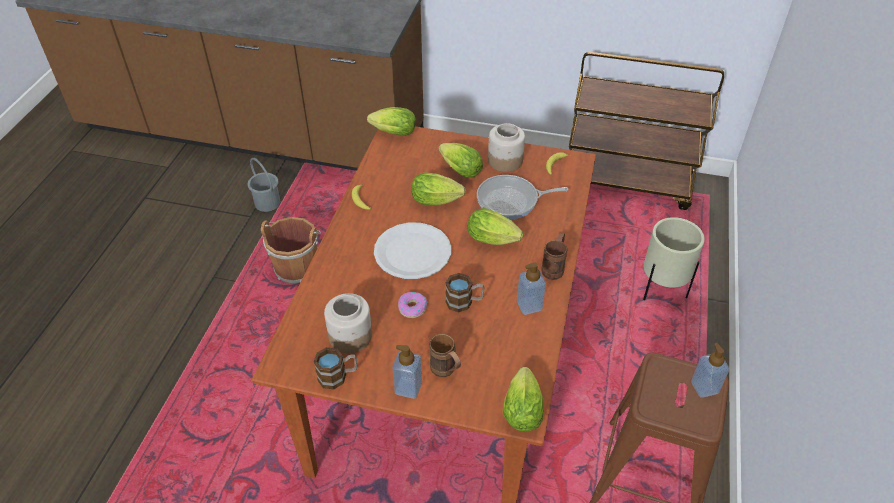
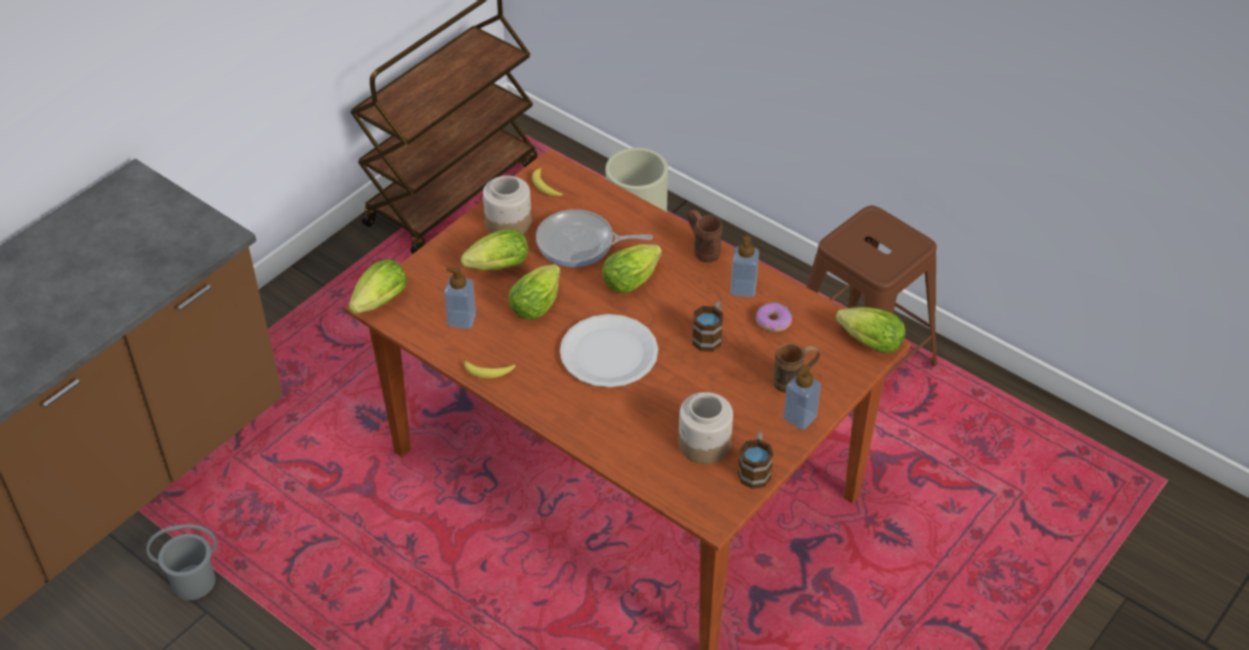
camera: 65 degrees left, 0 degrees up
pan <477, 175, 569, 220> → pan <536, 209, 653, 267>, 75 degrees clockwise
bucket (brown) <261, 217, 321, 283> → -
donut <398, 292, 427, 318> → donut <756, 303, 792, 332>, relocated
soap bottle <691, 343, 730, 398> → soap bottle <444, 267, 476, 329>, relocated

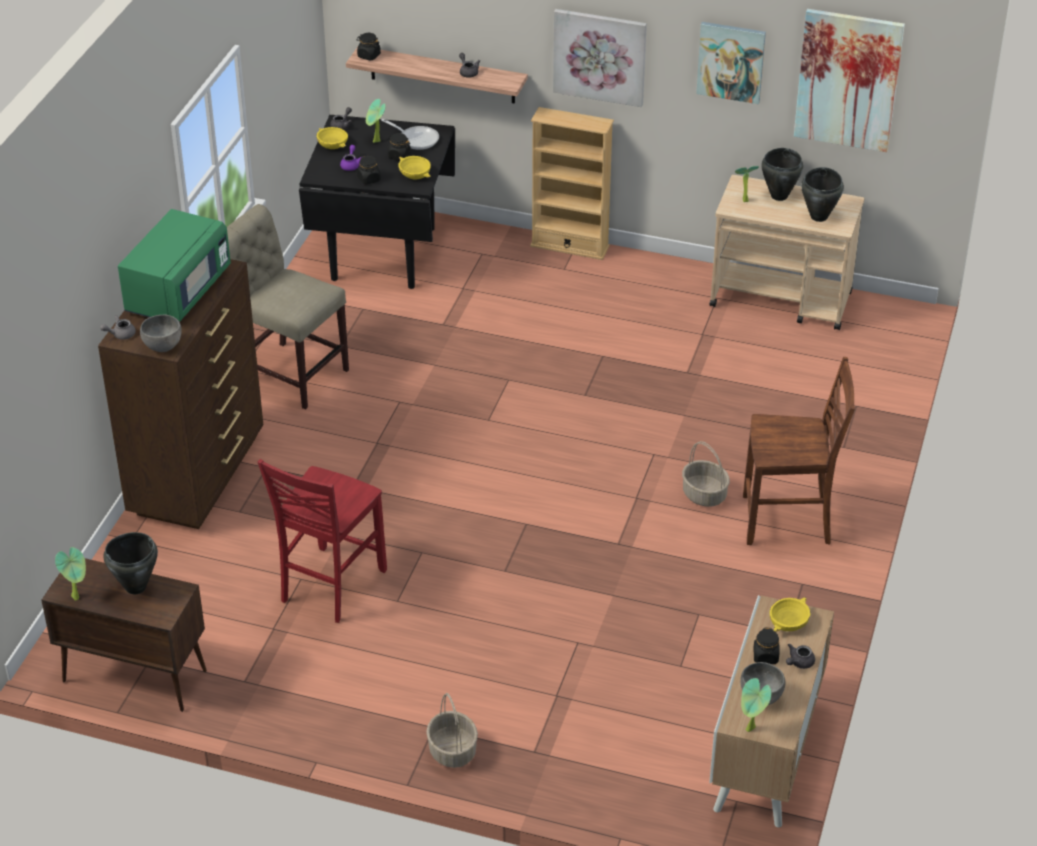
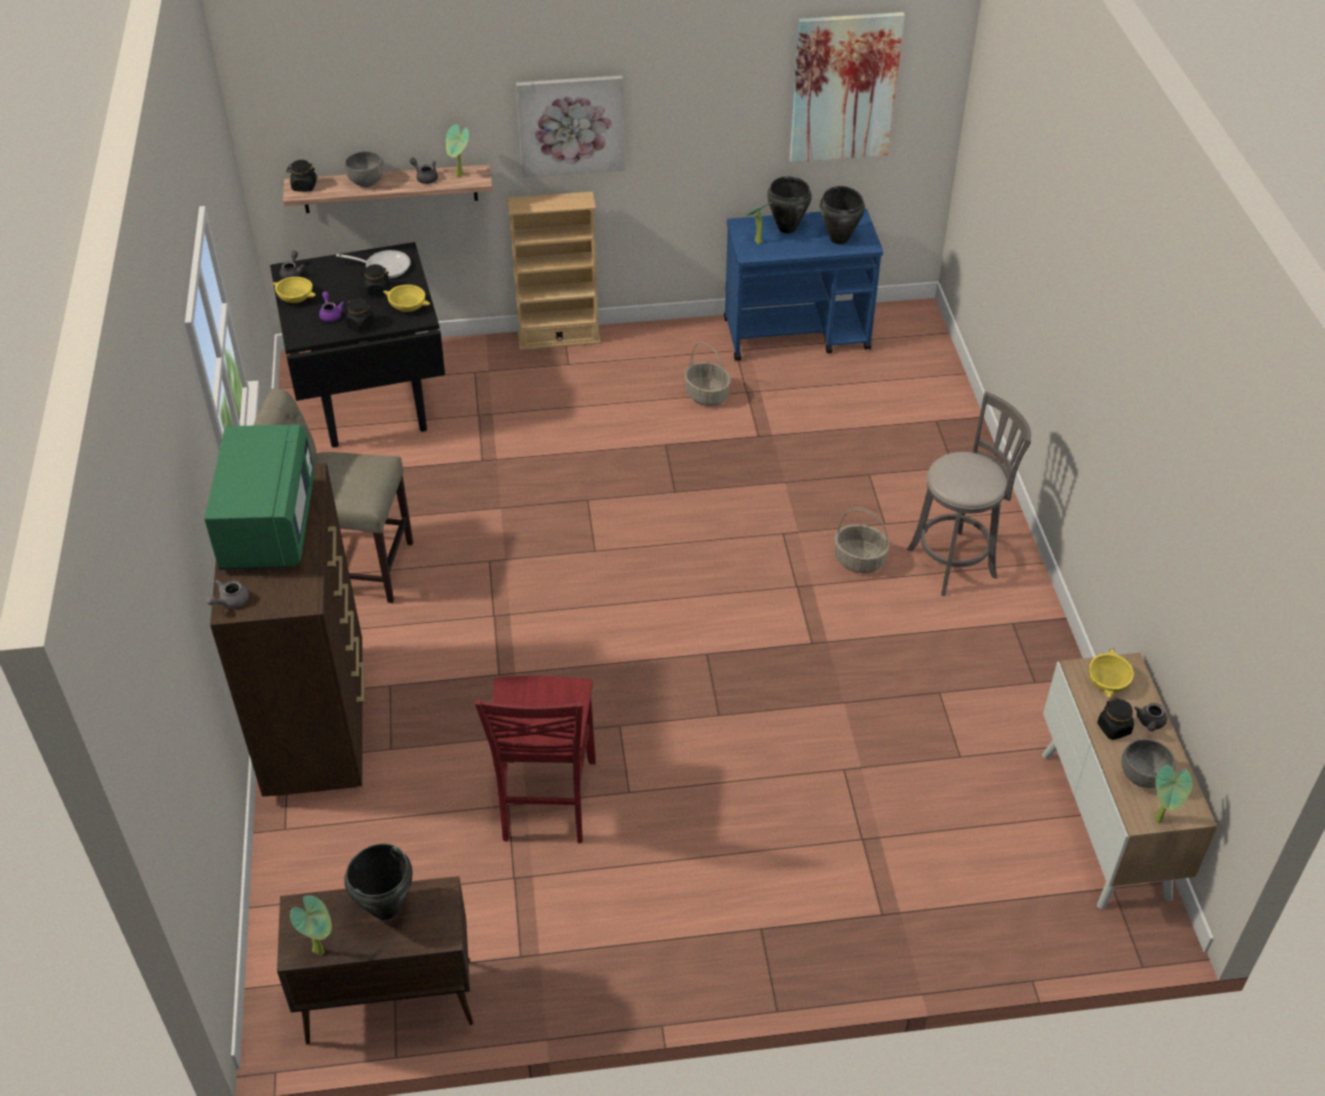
camera: 25 degrees left, 5 degrees up
wall art <696, 22, 766, 104> → -
potted plant <366, 99, 386, 143> → potted plant <446, 124, 469, 177>, relocated
wheeled cart (beige) <710, 175, 864, 330> → wheeled cart (blue-coloured) <724, 208, 883, 361>
deep dish (grey) <140, 314, 182, 352> → deep dish (grey) <345, 151, 384, 187>, relocated
plain chair (brown) <743, 357, 855, 545> → stool (grey) <907, 392, 1031, 596>
basket <426, 693, 478, 768> → basket <684, 342, 731, 406>, relocated

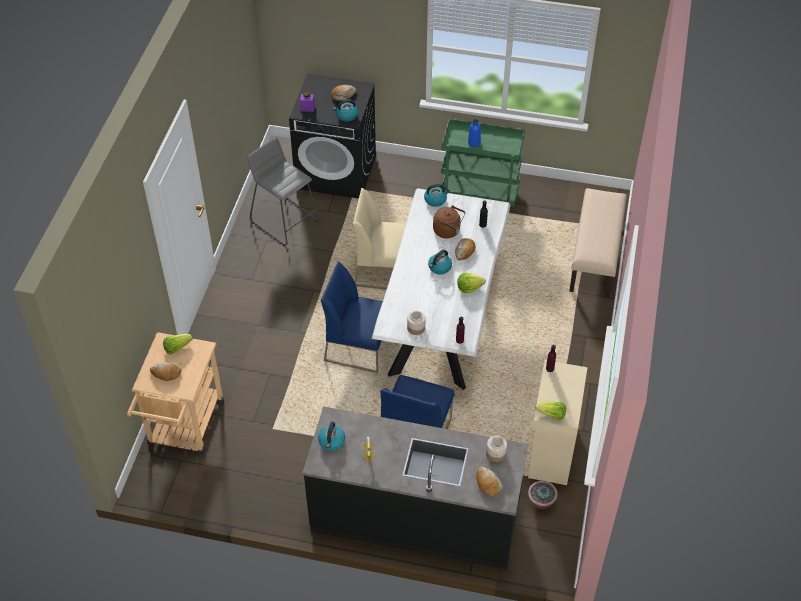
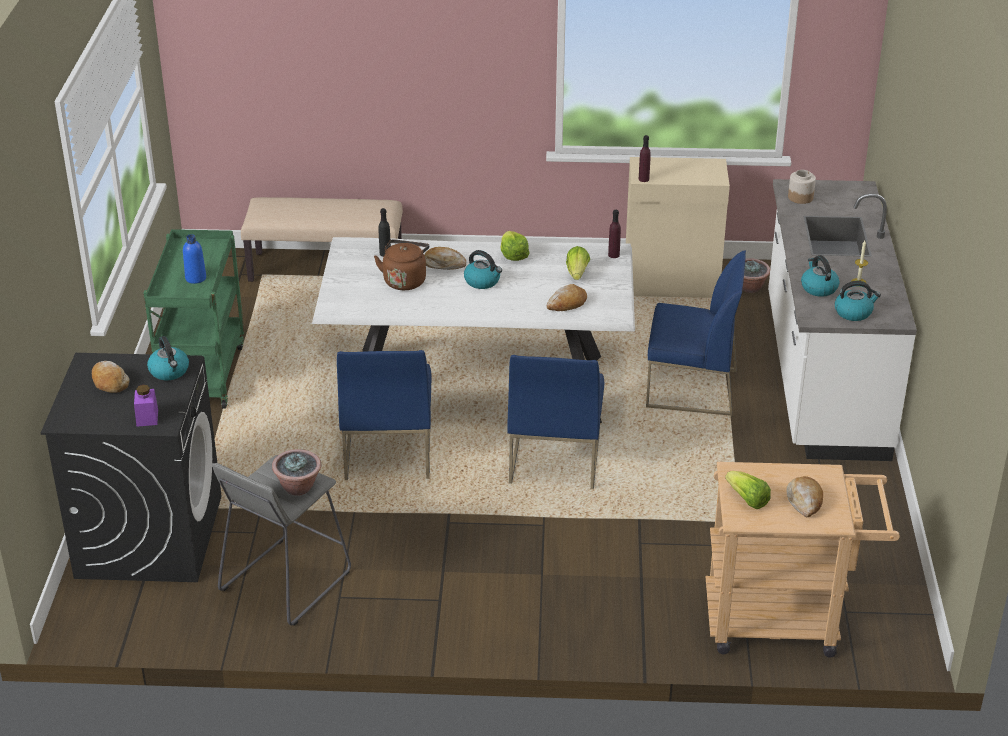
camera: 100 degrees left, 15 degrees down
water kettle <424, 184, 450, 207> → water kettle <801, 255, 839, 297>, relocated
plain chair (beige) <353, 188, 406, 290> → plain chair (blue-coloured) <337, 350, 431, 480>
storage jar <407, 311, 426, 335> → -
head of lettuce <535, 402, 566, 420> → head of lettuce <566, 246, 590, 280>, relocated
counter (black-coloured) <302, 407, 528, 570> → counter (white) <768, 179, 917, 461>
bakery bread <476, 467, 502, 496> → bakery bread <547, 284, 587, 311>, relocated
- → potted plant <272, 449, 321, 496>

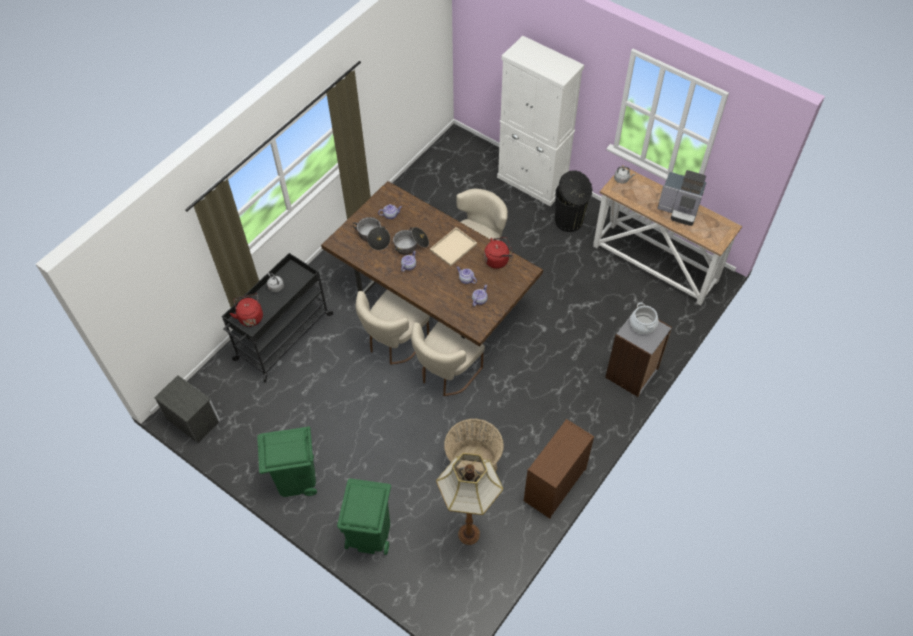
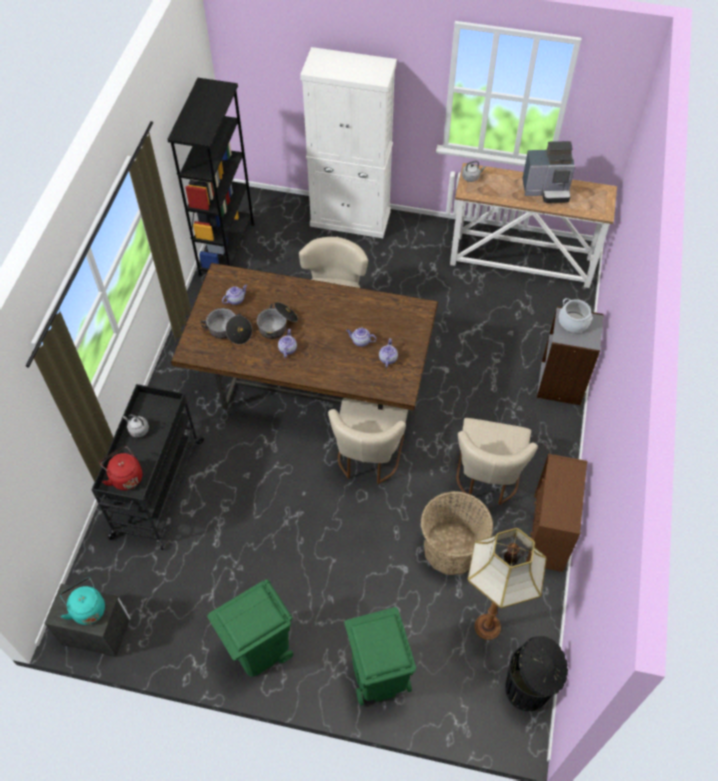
camera: 25 degrees left, 0 degrees up
trash can (black-coloured) <555, 170, 592, 232> → trash can (black-coloured) <505, 636, 568, 711>, relocated
tray (beige) <430, 227, 477, 266> → -
water kettle (reddish) <484, 237, 513, 269> → -
plain chair (beige) <356, 290, 430, 365> → plain chair (beige) <456, 418, 538, 505>, relocated
- → bookshelf (black-coloured) <167, 78, 255, 277>
- → water kettle (turquoise-coloured) <60, 578, 105, 625>

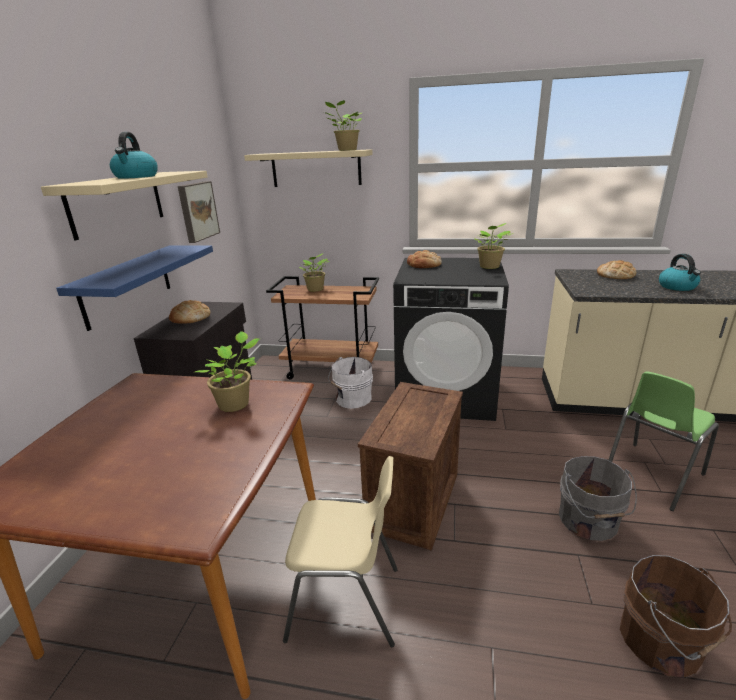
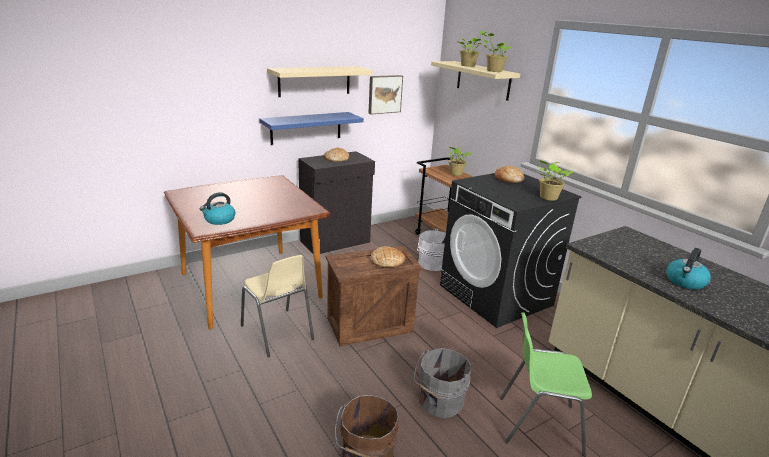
camera: 45 degrees right, 0 degrees up
water kettle <110, 132, 158, 179> → water kettle <200, 192, 235, 225>, relocated
bakery bread <597, 260, 636, 279> → bakery bread <371, 246, 405, 267>, relocated
potted plant <195, 331, 259, 412> → potted plant <456, 31, 486, 67>, relocated

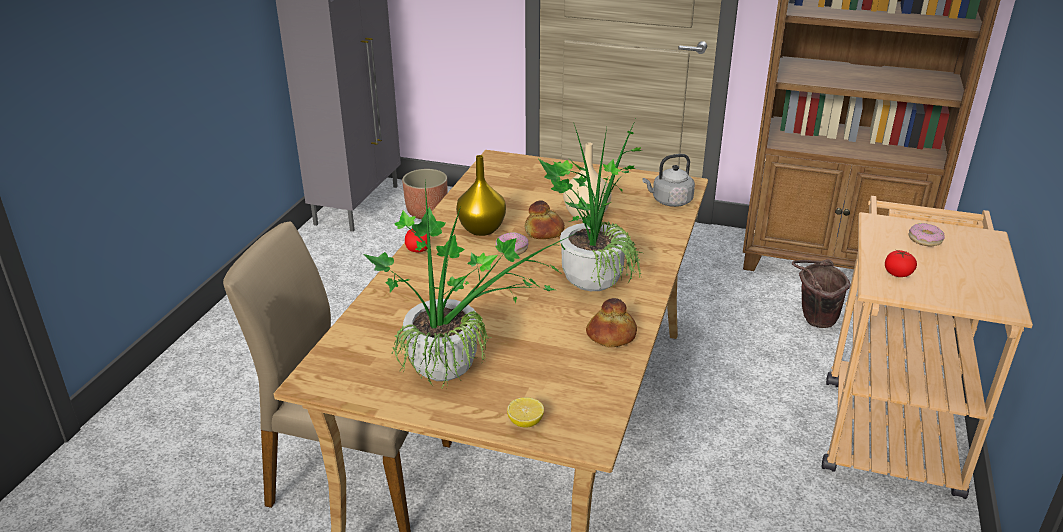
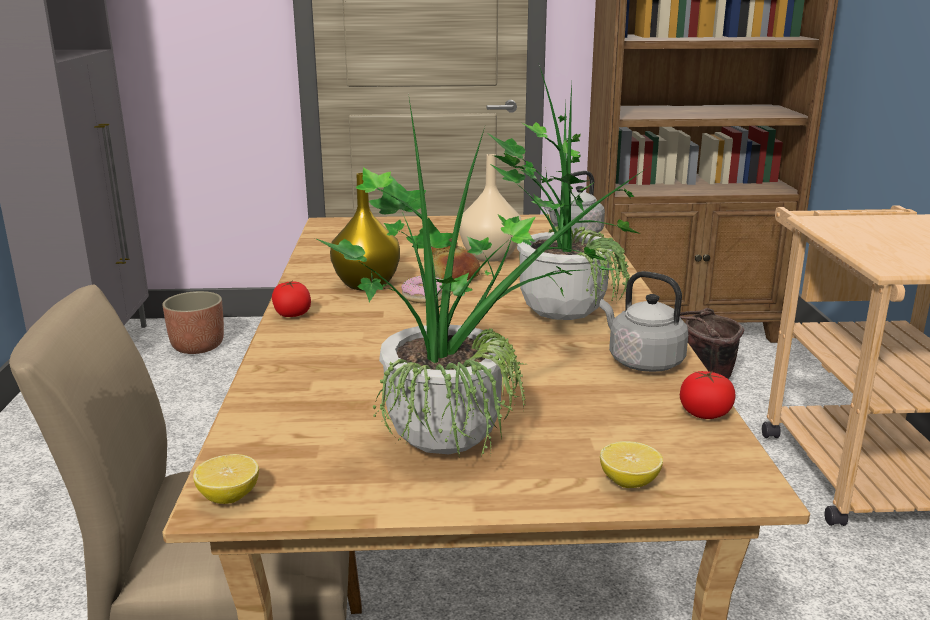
camera: 20 degrees left, 10 degrees down
donut <909, 223, 945, 247> → -
tomato <885, 250, 917, 277> → tomato <680, 371, 736, 419>, relocated
bakery bread <586, 298, 637, 347> → water kettle (grey) <600, 271, 688, 372>
- → citrus fruit <193, 454, 259, 504>

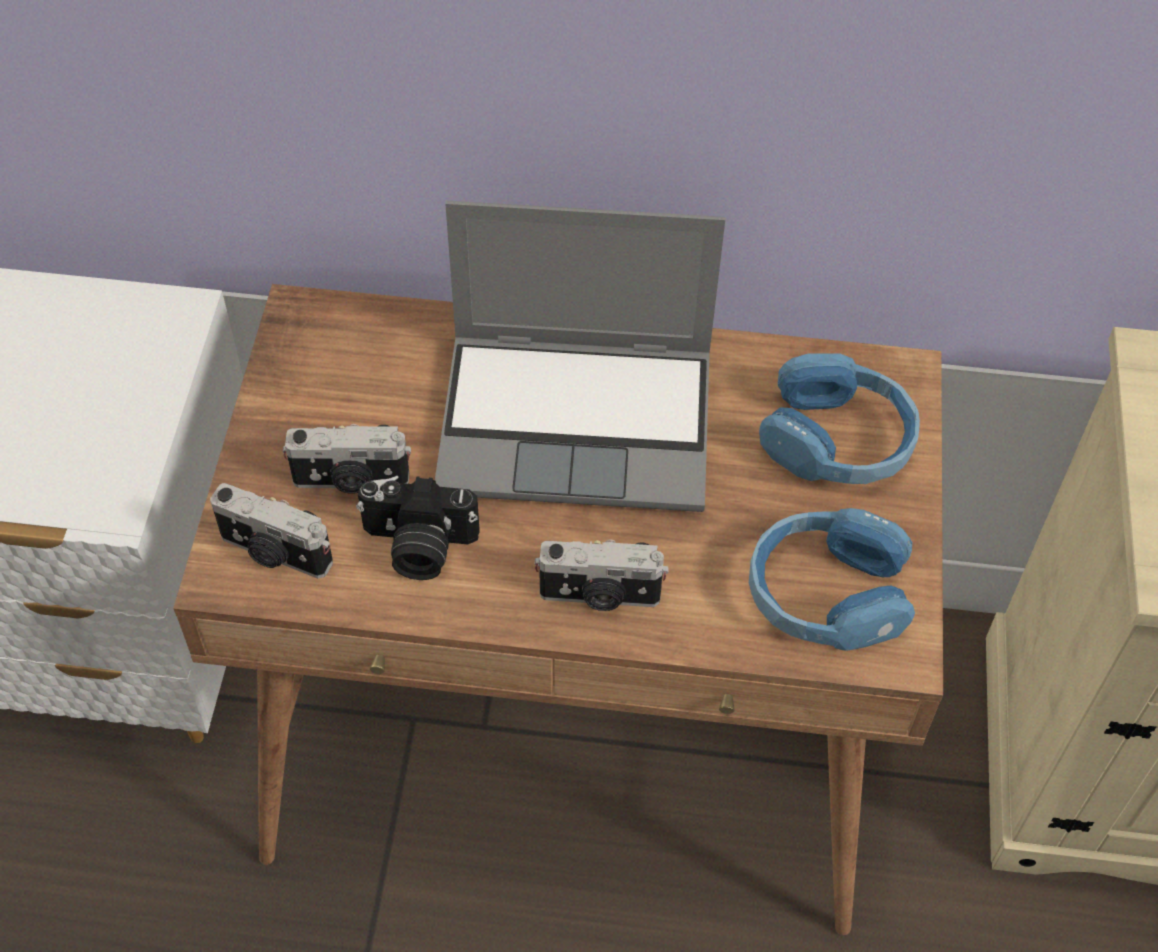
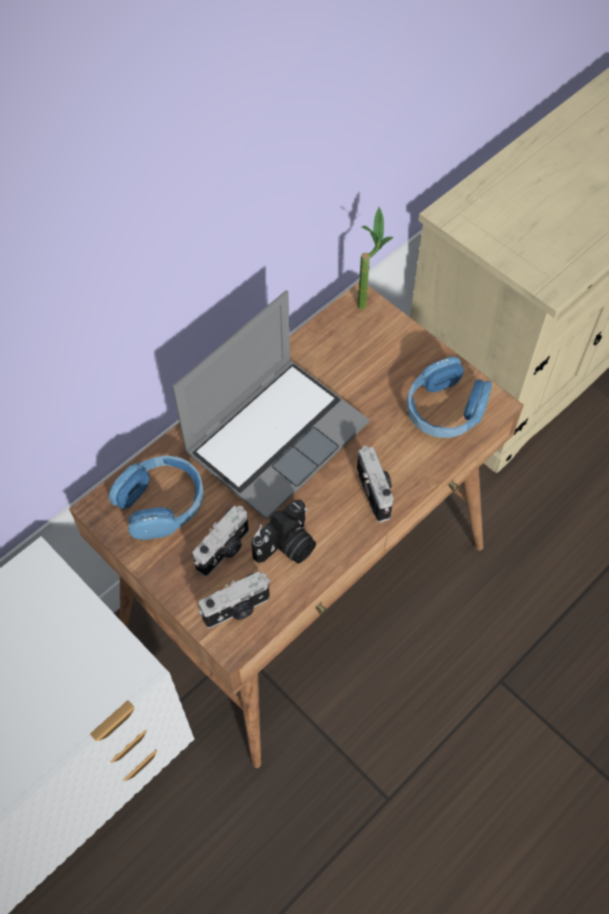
camera: 50 degrees left, 5 degrees up
headset (blue-coloured) <759, 353, 920, 484> → headset (blue-coloured) <109, 455, 204, 540>, relocated
photo camera <534, 539, 669, 611> → photo camera <357, 446, 394, 522>, 60 degrees counterclockwise
- → potted plant <358, 207, 393, 310>

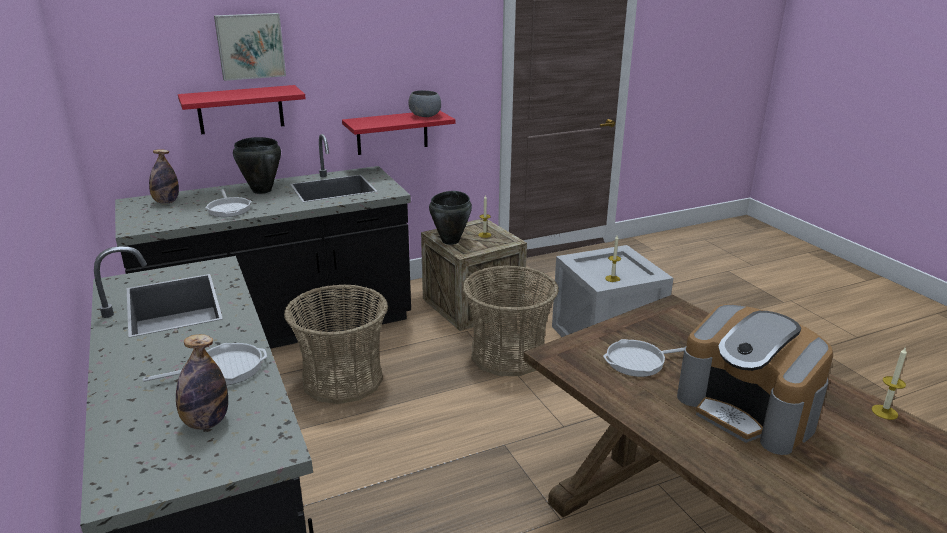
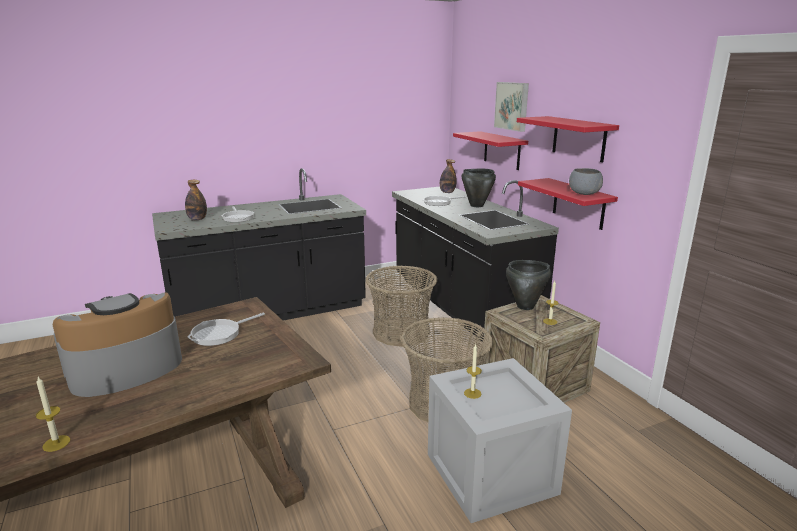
camera: 90 degrees right, 5 degrees down
pan <603, 339, 685, 377> → pan <187, 312, 265, 346>, 120 degrees counterclockwise
- → shelf (reddish) <517, 116, 619, 162>

